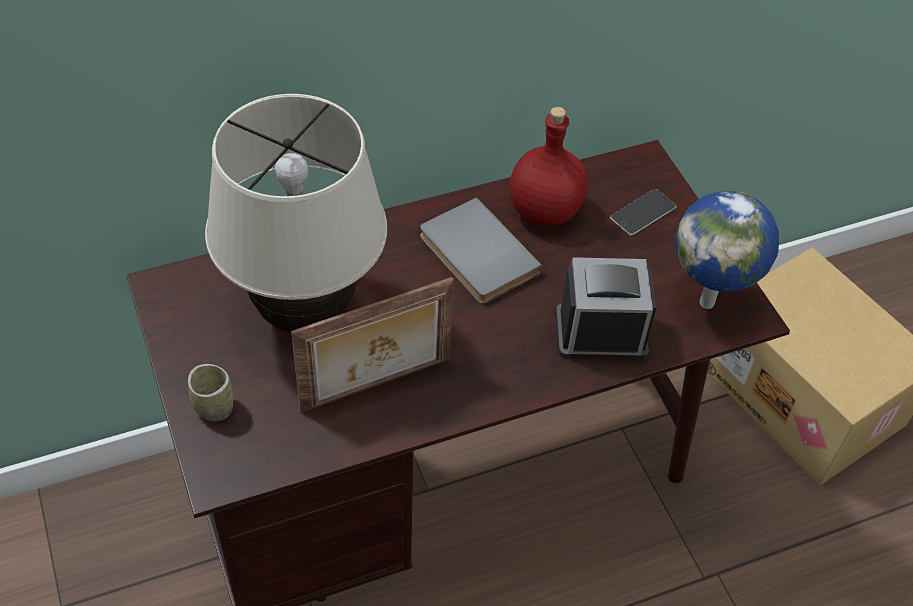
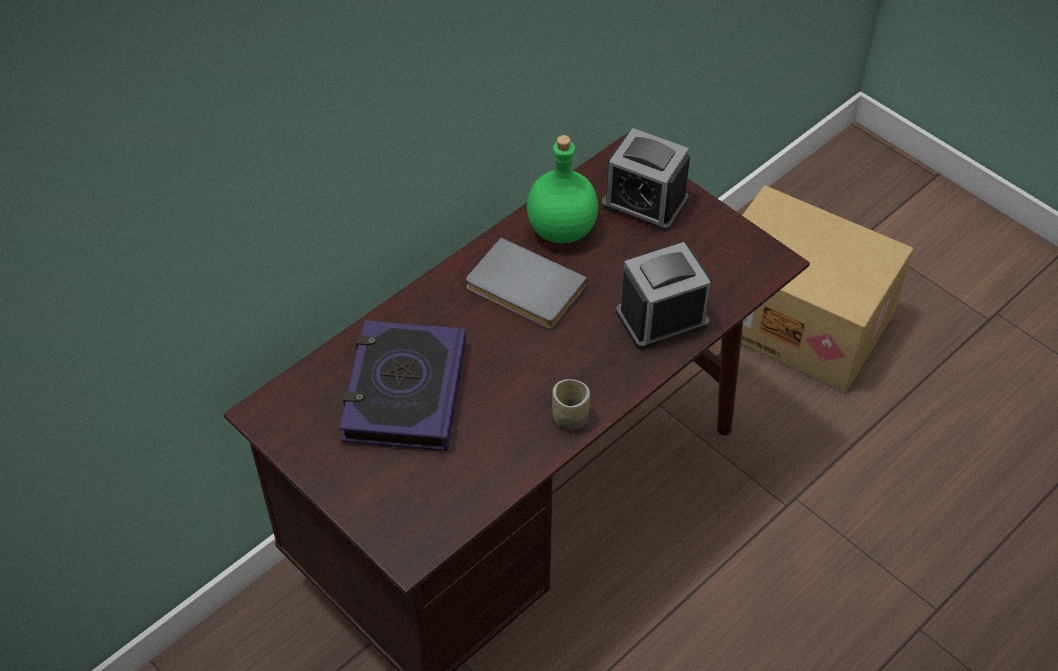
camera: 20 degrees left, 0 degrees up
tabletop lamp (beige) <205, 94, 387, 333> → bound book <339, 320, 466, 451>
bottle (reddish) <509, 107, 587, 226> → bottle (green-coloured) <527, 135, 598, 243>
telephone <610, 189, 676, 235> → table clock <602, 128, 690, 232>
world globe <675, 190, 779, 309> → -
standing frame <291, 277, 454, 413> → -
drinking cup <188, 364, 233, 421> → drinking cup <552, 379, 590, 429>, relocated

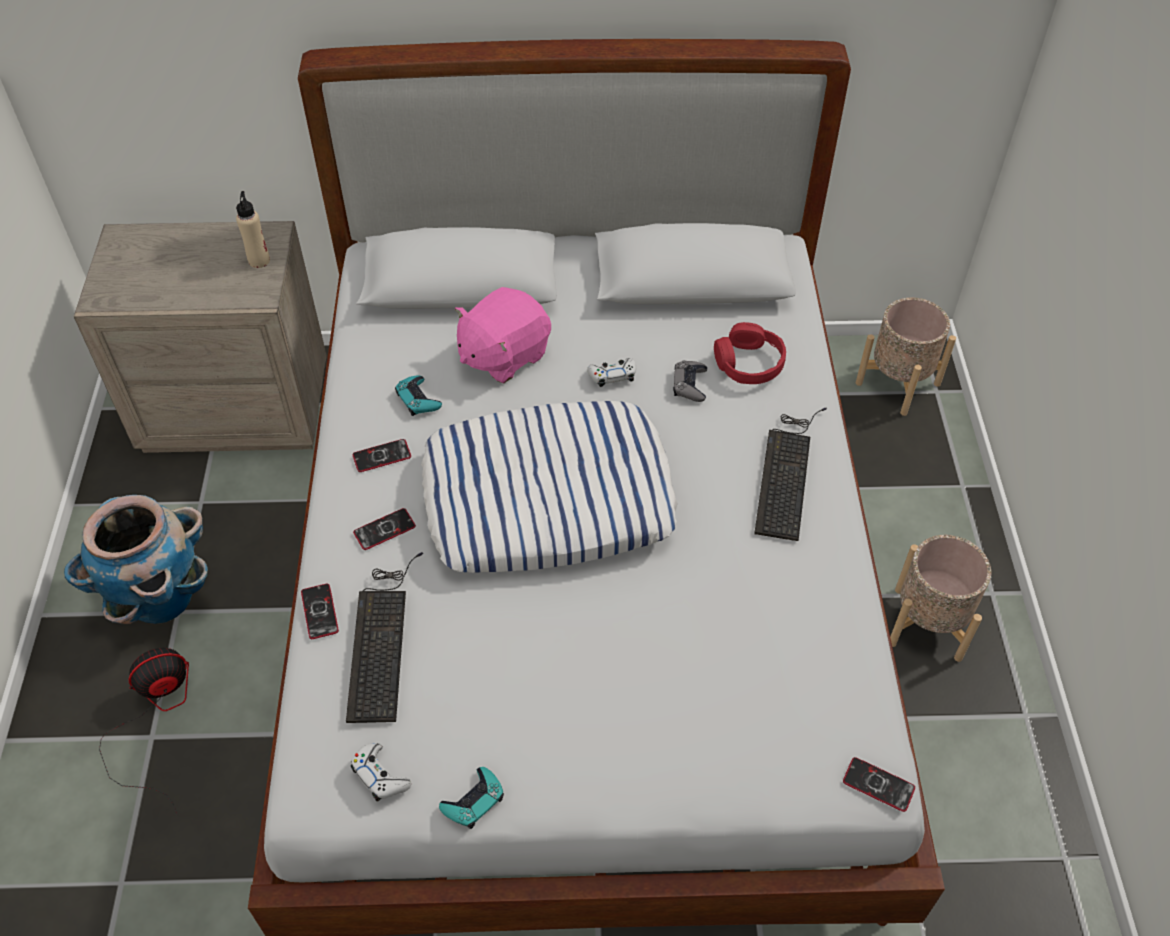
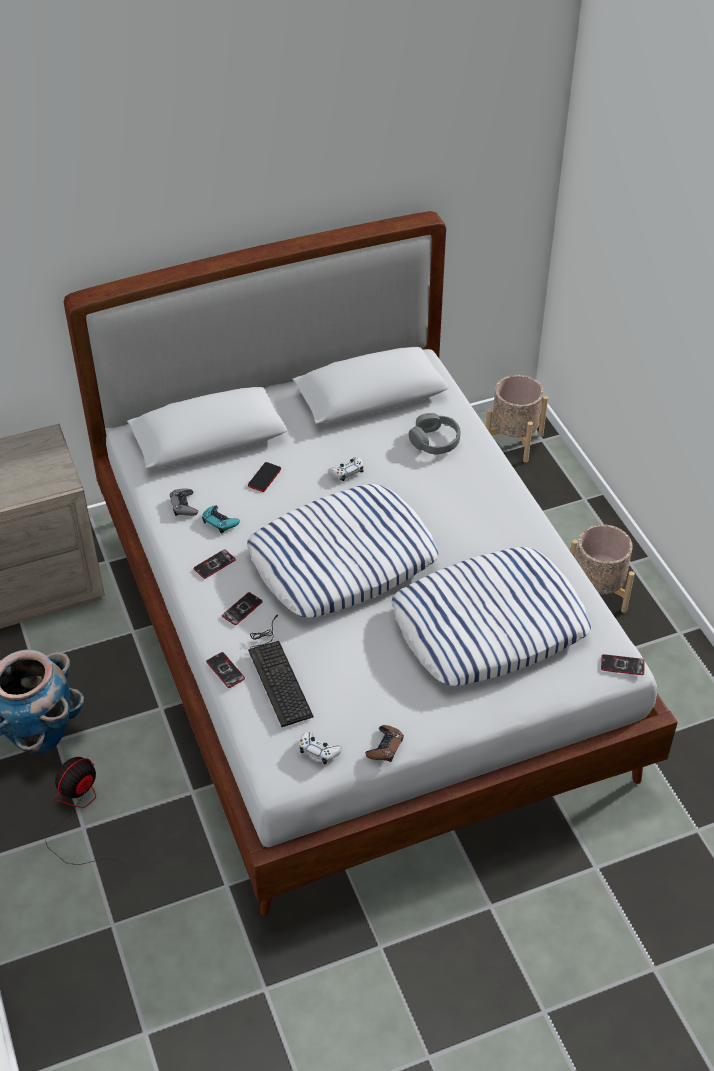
camera: 20 degrees left, 5 degrees down
bottle (beige) <236, 191, 270, 268> → -
cuddly toy (pink) <455, 287, 551, 384> → telephone <248, 462, 281, 492>
headset (reddish) <714, 322, 786, 384> → headset (grey) <409, 413, 460, 455>
joypad (grey) <673, 361, 707, 402> → joypad (grey) <170, 488, 198, 516>, relocated
keyboard <754, 408, 827, 541> → -
joypad (turquoise-coloured) <439, 767, 504, 829> → joypad (brown) <365, 725, 404, 762>
- → cushion <391, 547, 591, 686>

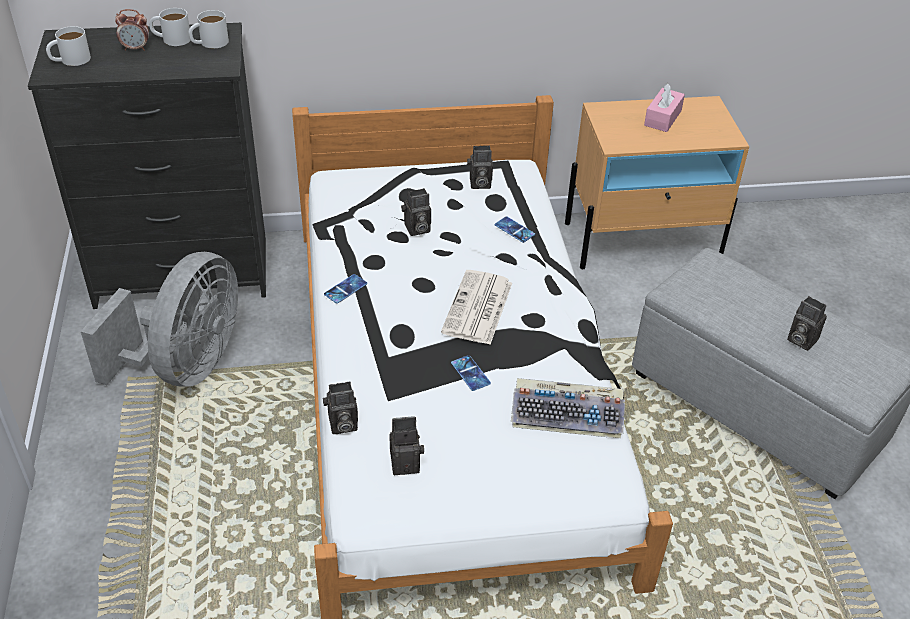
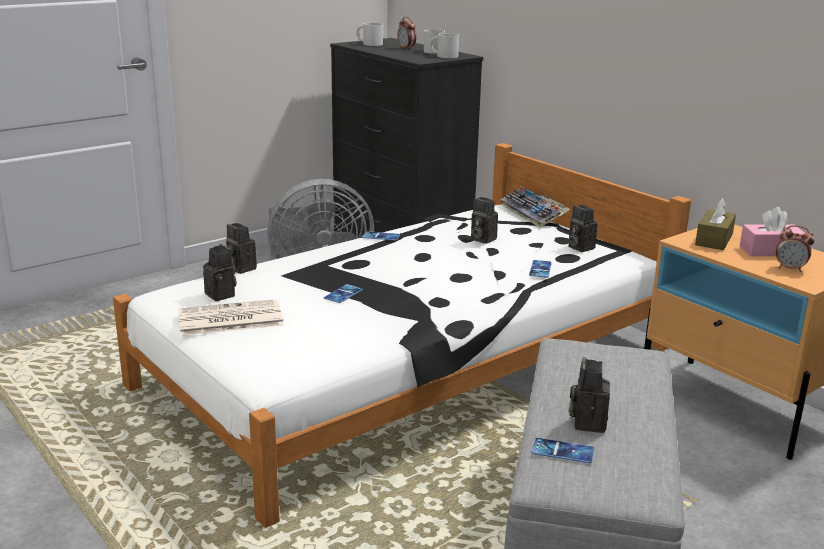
camera: 60 degrees right, 20 degrees down
newspaper <441, 270, 512, 345> → newspaper <178, 299, 284, 336>, relocated
keyboard <511, 378, 625, 438> → keyboard <501, 186, 571, 227>, relocated
- → tissue holder (brown) <695, 198, 736, 250>
- → table clock <776, 225, 815, 272>
- → telephone <531, 438, 595, 463>

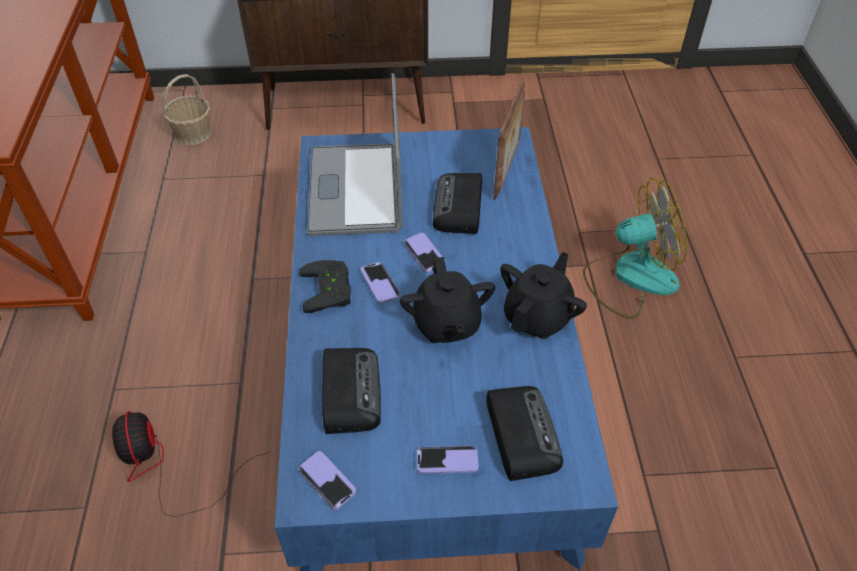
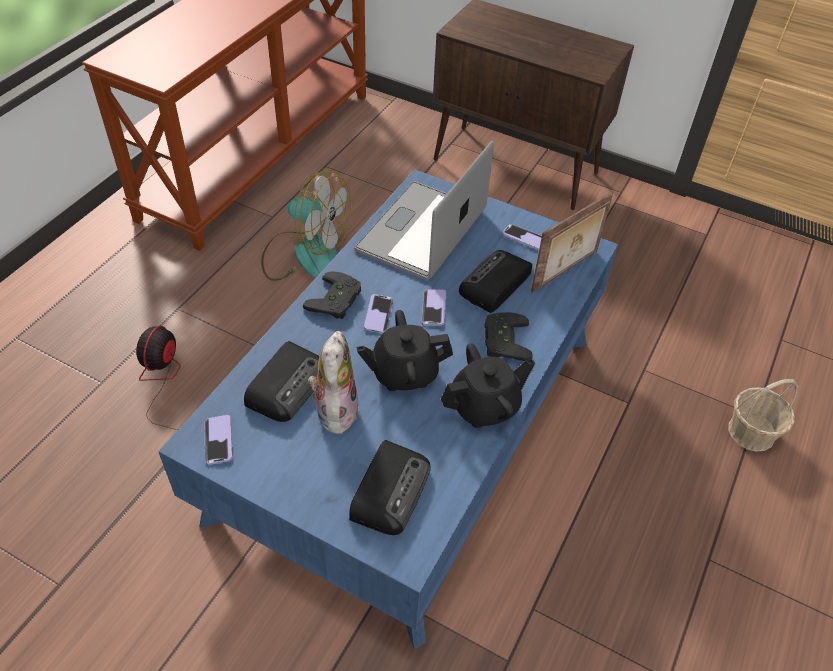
camera: 30 degrees right, 0 degrees up
basket <162, 74, 212, 145> → basket <728, 379, 798, 452>, relocated
cooling fan <583, 178, 687, 319> → cooling fan <261, 170, 352, 281>, relocated
pot for tea (black-coloured) <400, 257, 495, 343> → pot for tea (black-coloured) <356, 310, 453, 391>, 60 degrees clockwise
telephone <417, 446, 479, 474> → telephone <502, 224, 542, 250>, relocated
- → joypad (black-coloured) <484, 312, 532, 361>
- → cuddly toy <308, 331, 359, 434>

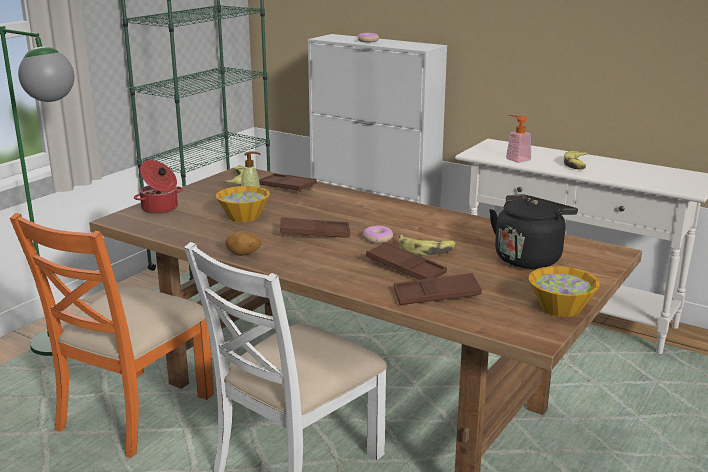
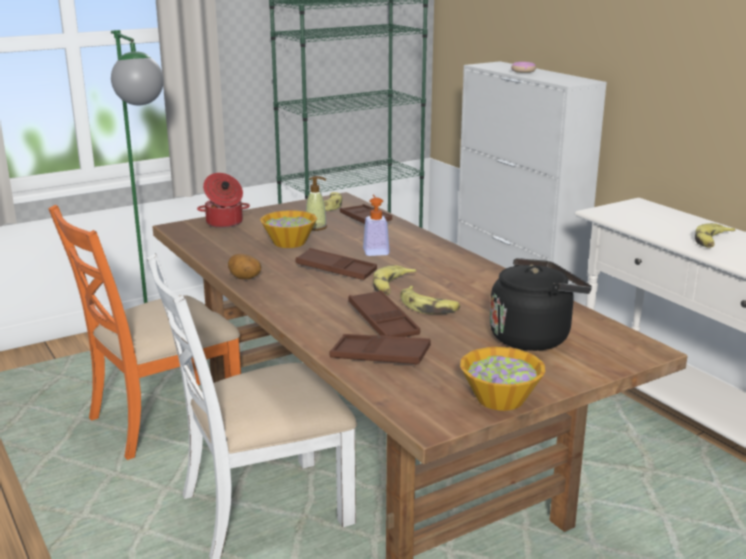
camera: 25 degrees right, 0 degrees up
soap bottle <506, 115, 531, 163> → soap bottle <363, 195, 390, 256>, relocated
donut <363, 226, 393, 243> → whole banana <373, 265, 417, 295>

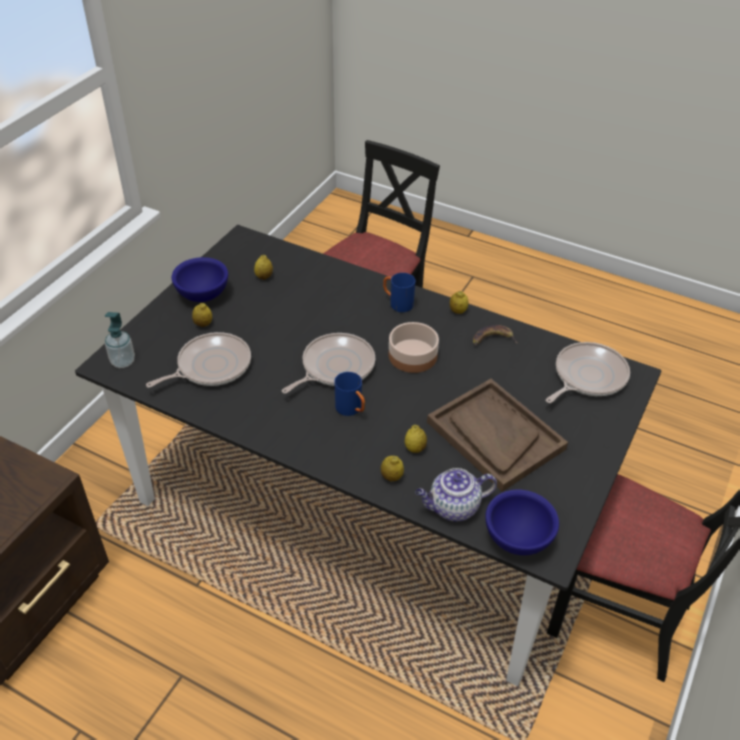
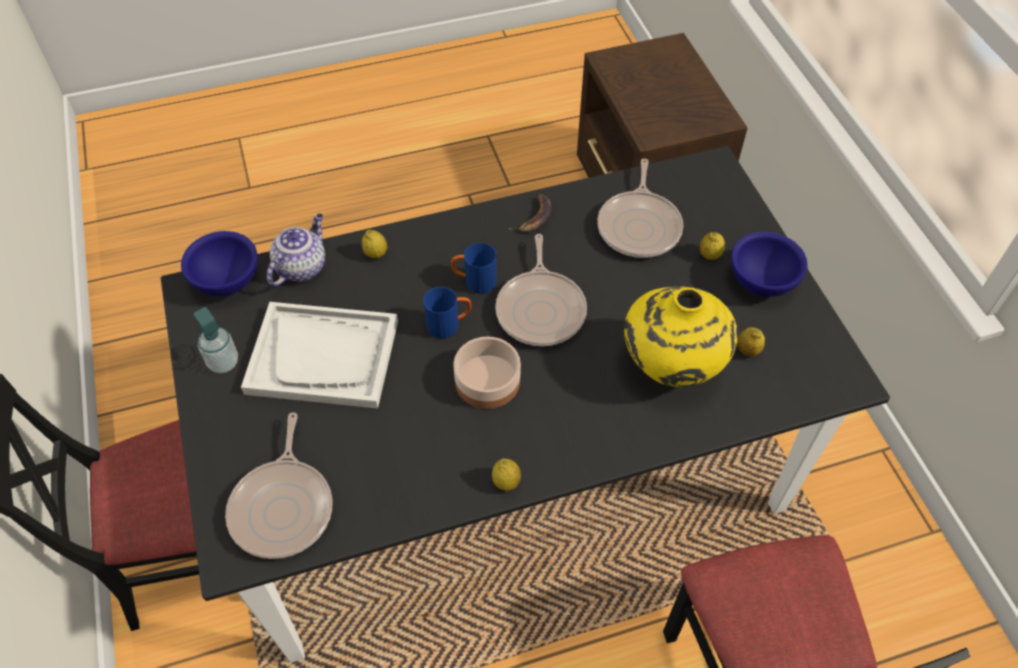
camera: 135 degrees right, 10 degrees up
coffee mug (blue-coloured) <383, 273, 415, 312> → coffee mug (blue-coloured) <423, 287, 472, 339>, relocated
soap bottle <105, 312, 135, 368> → soap bottle <194, 307, 238, 373>, relocated
whole banana <473, 325, 518, 346> → whole banana <508, 194, 552, 232>, relocated
tray (brown) <427, 379, 568, 492> → tray (white) <241, 302, 398, 409>
citrus fruit <404, 425, 427, 453> → -
- → flower vase (yellowish) <624, 287, 737, 387>

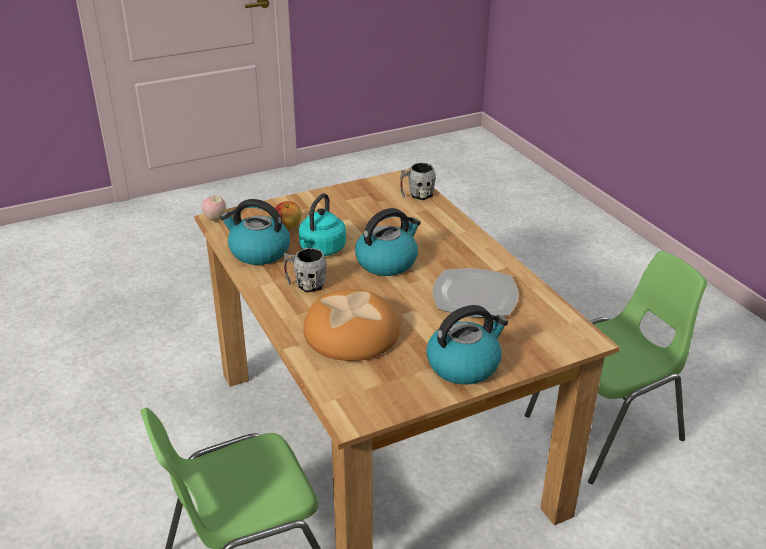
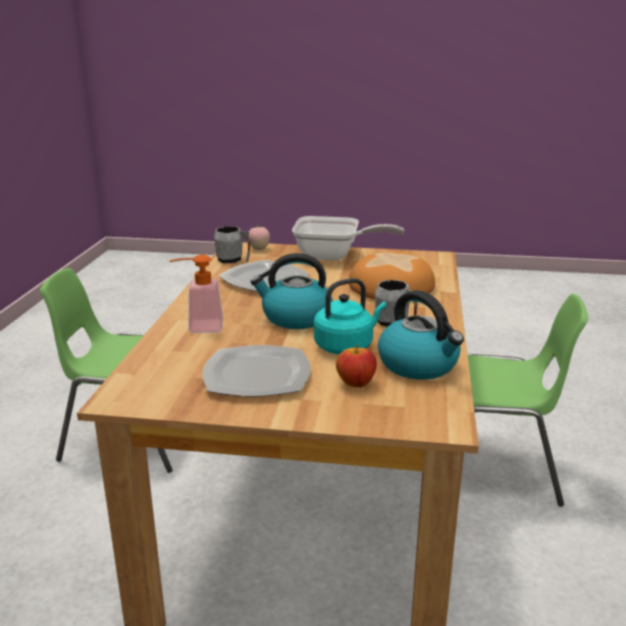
camera: 145 degrees left, 10 degrees down
coffee mug (grey) <400, 163, 436, 200> → coffee mug (grey) <214, 226, 250, 263>, relocated
whole apple <202, 196, 226, 221> → whole apple <249, 225, 270, 250>, relocated
water kettle <426, 305, 508, 385> → pan <292, 216, 404, 261>
- → soap bottle <170, 255, 223, 333>
- → flat dish <202, 345, 311, 397>

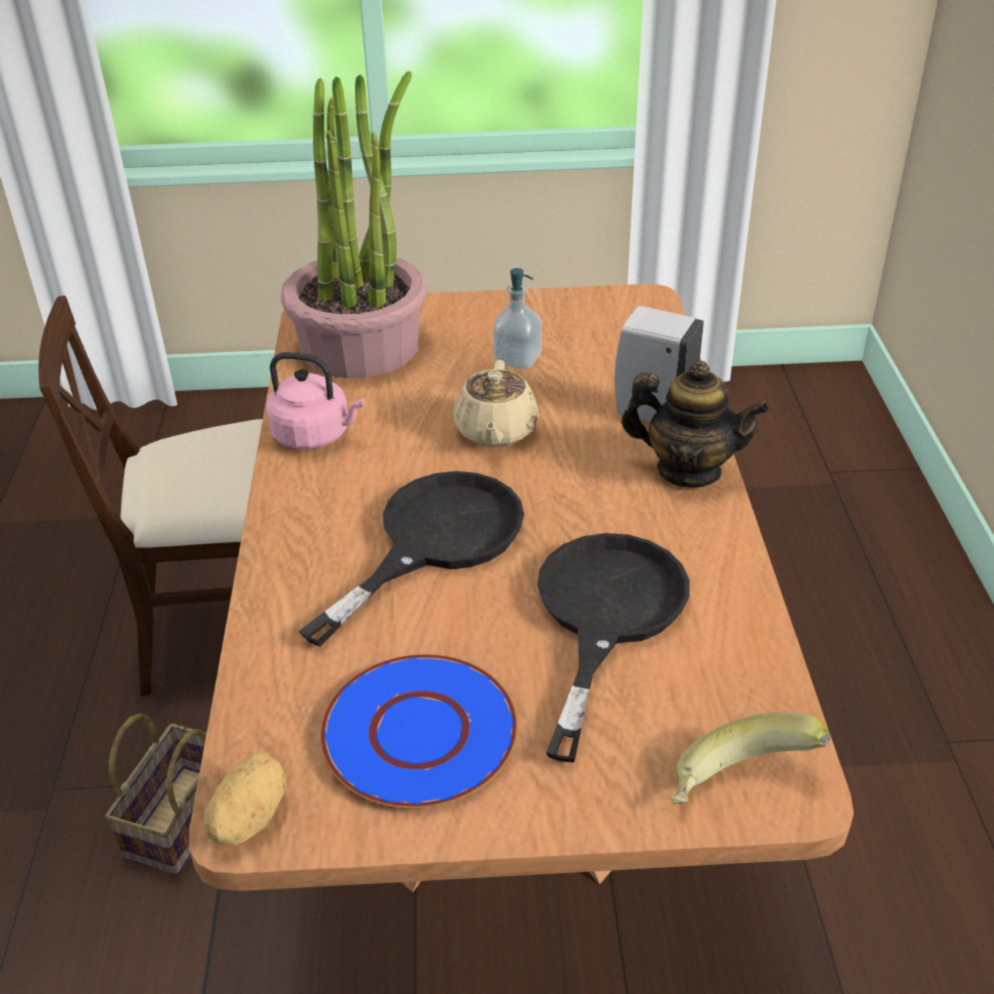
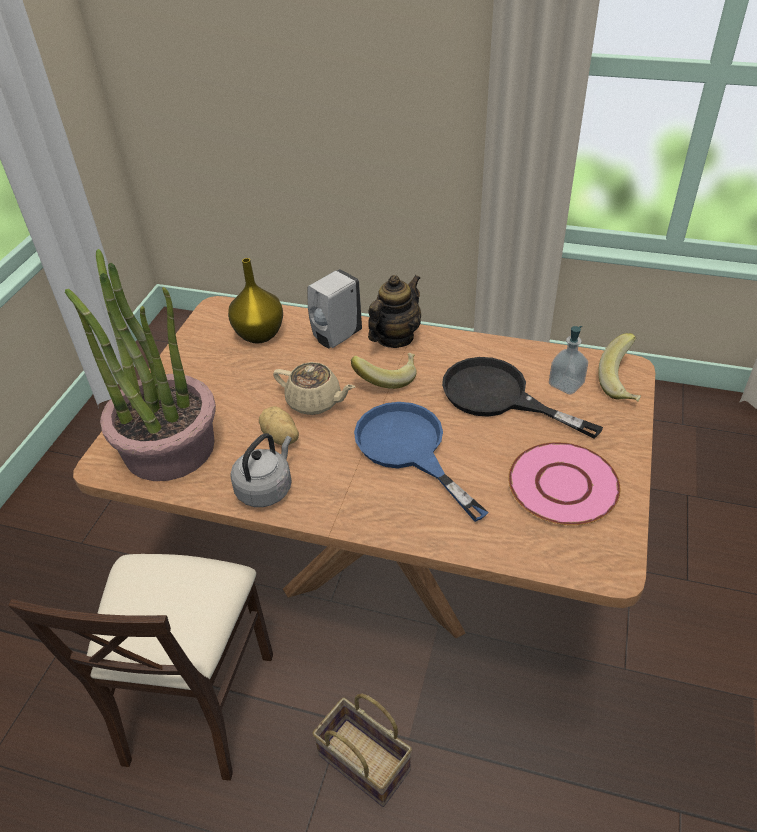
camera: 70 degrees left, 5 degrees up
soap bottle <493, 268, 542, 369> → soap bottle <549, 326, 588, 395>, relocated
water kettle (pink) <266, 352, 364, 450> → water kettle (grey) <230, 433, 292, 507>
pan (black-coloured) <298, 471, 524, 647> → pan (blue-coloured) <354, 402, 489, 522>
flat dish (blue-coloured) <320, 654, 518, 808> → flat dish (pink) <508, 442, 620, 525>
potato <204, 753, 287, 846> → potato <259, 406, 299, 445>, relocated
- → flower vase (yellowish) <228, 258, 283, 343>
- → whole banana <351, 353, 417, 389>

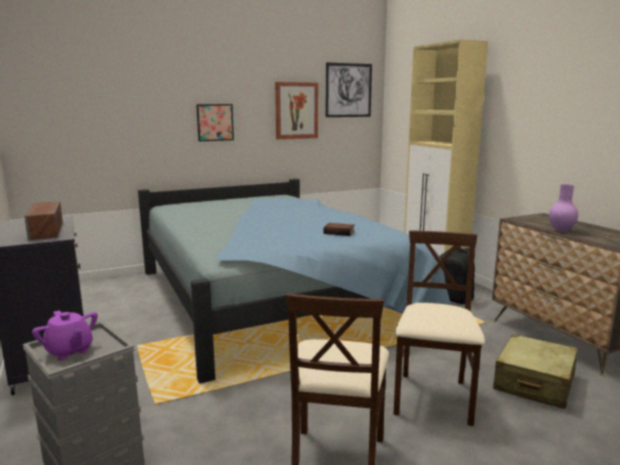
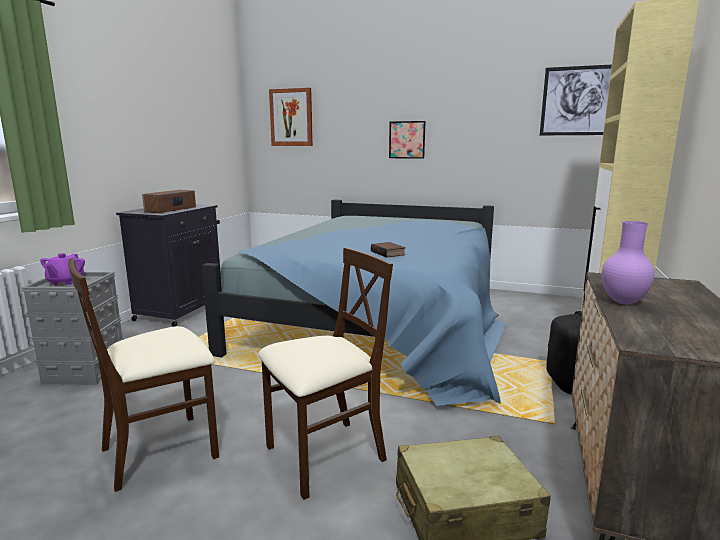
camera: 45 degrees right, 0 degrees up
wall art <275, 82, 318, 139> → wall art <269, 88, 313, 146>, relocated

